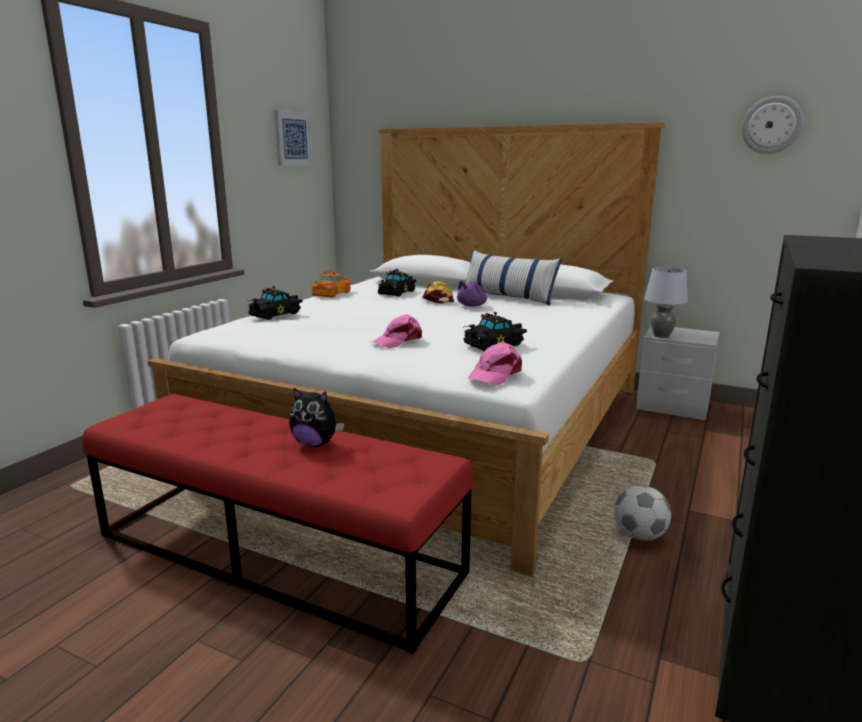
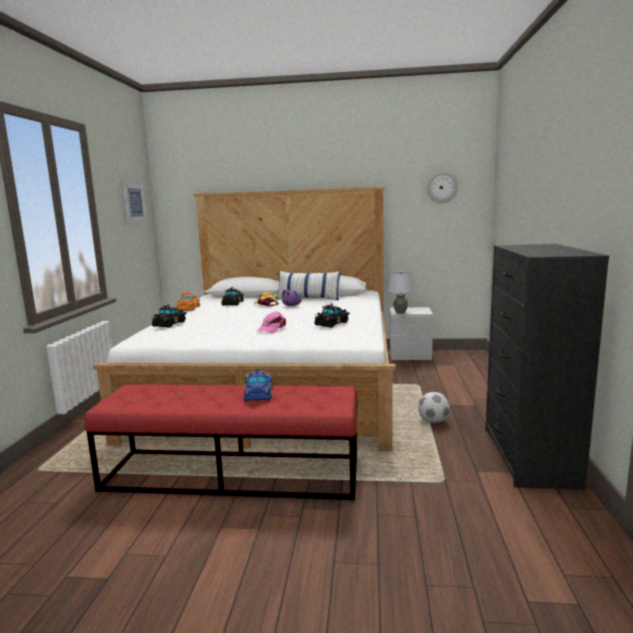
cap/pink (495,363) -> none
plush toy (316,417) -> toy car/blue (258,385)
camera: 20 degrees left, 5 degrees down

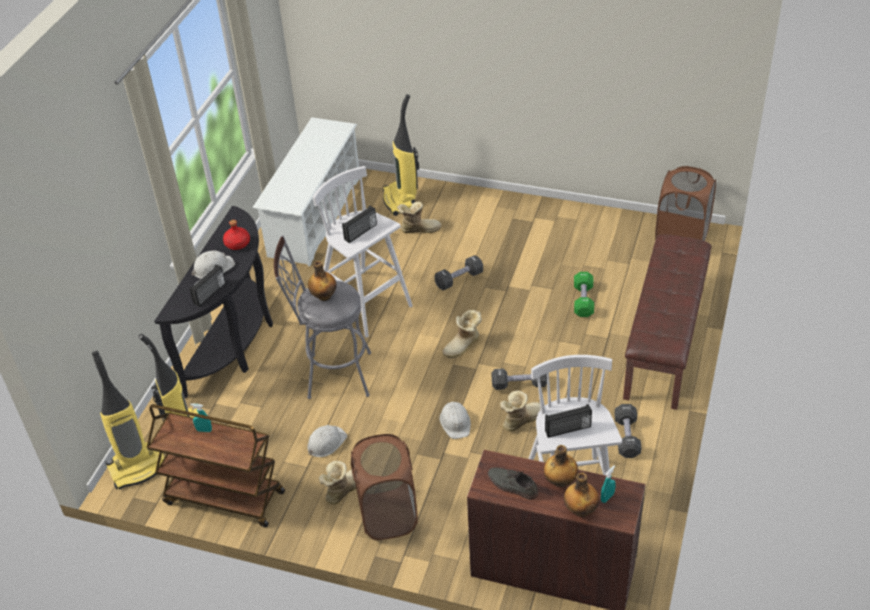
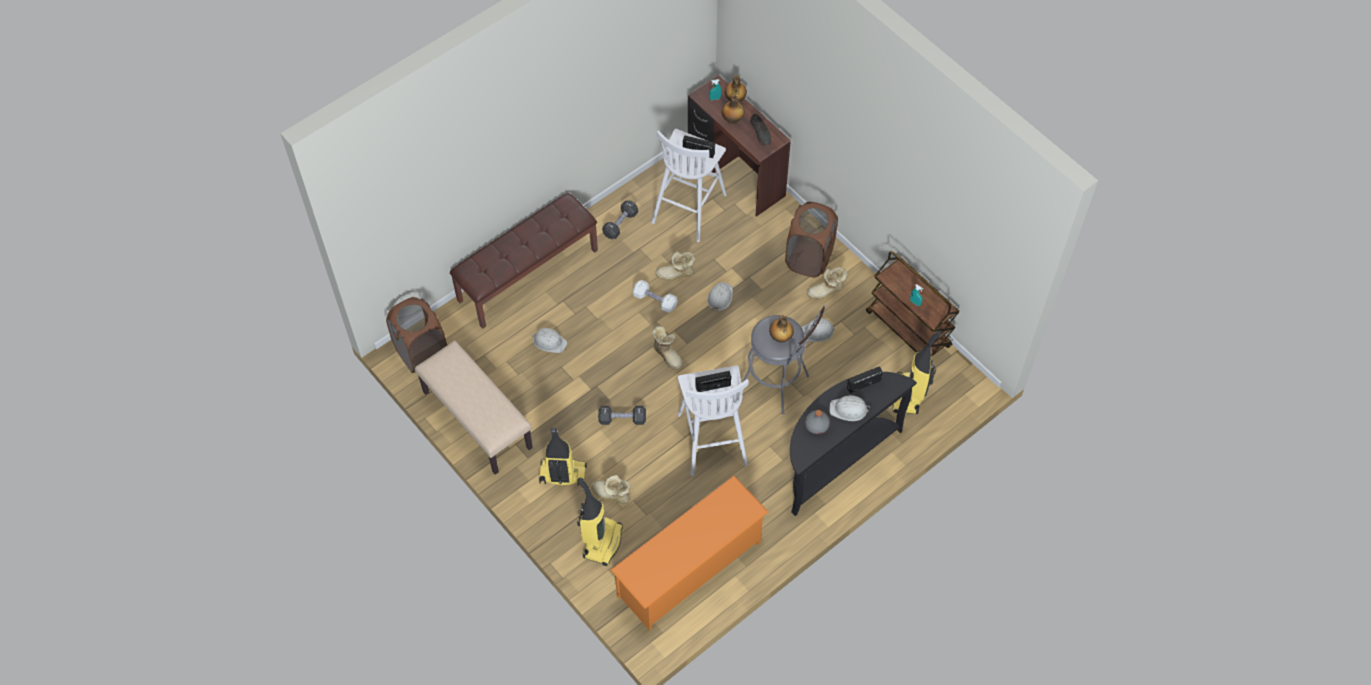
none -> bench/beige (474,407)
vacuum cleaner (128,420) -> vacuum cleaner (563,457), shifted
dumbbell/green (584,294) -> hard hat/white (550,340)
bottle/red (236,235) -> bottle/grey (817,422)
shoe rack/white (306,191) -> shoe rack/orange (690,553)
dumbbell/black (519,378) -> dumbbell/white (655,296)
boot (462,334) -> boot (667,347), 60 degrees clockwise
camera: 150 degrees left, 15 degrees up

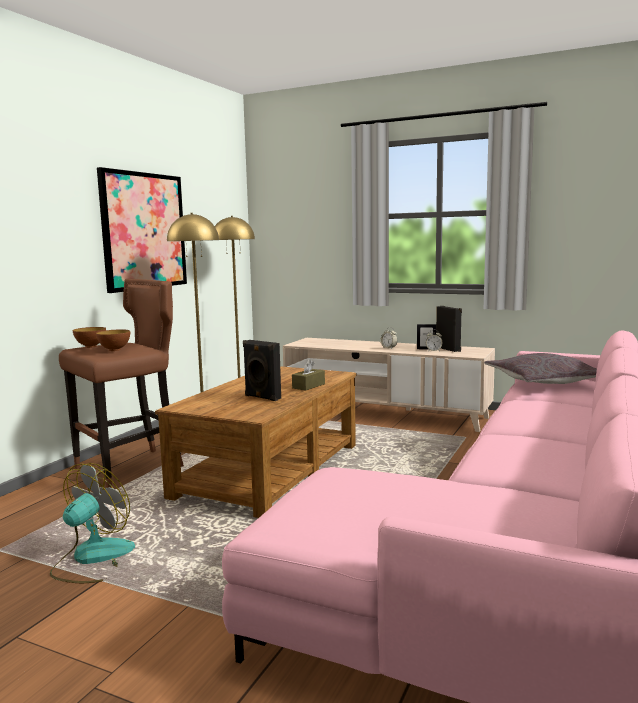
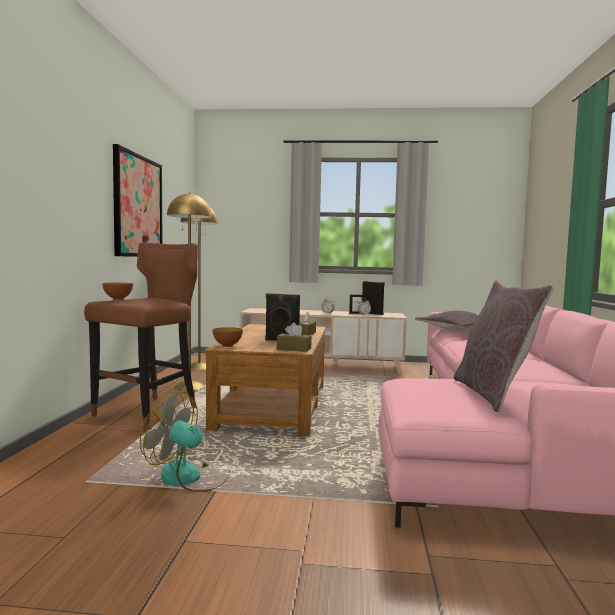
none -> tissue box/brown (294,337)
none -> pillow/grey (504,346)
bowl (113,340) -> bowl (228,337), shifted
fan (92,523) -> fan (185,442), 75 degrees counterclockwise
camera: 20 degrees left, 5 degrees down

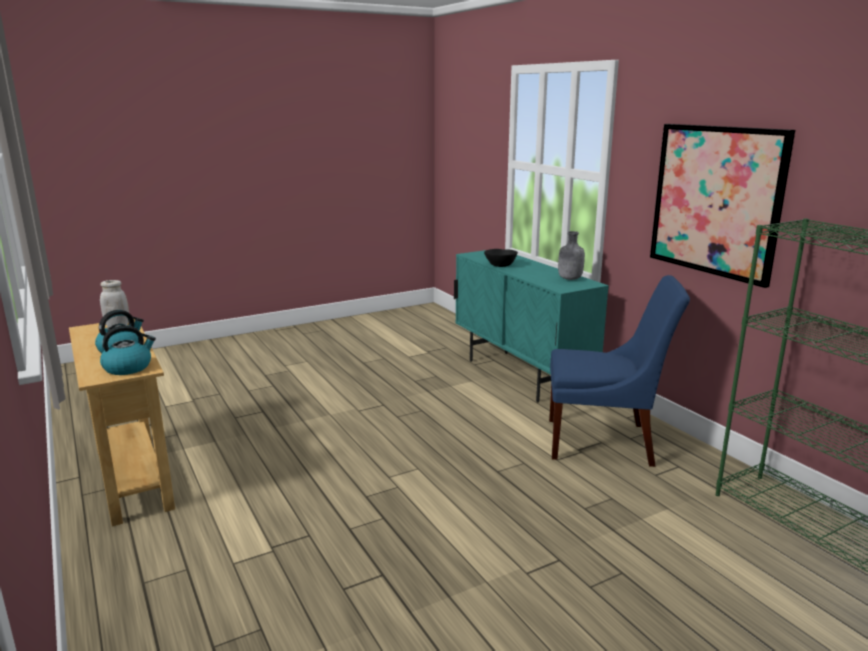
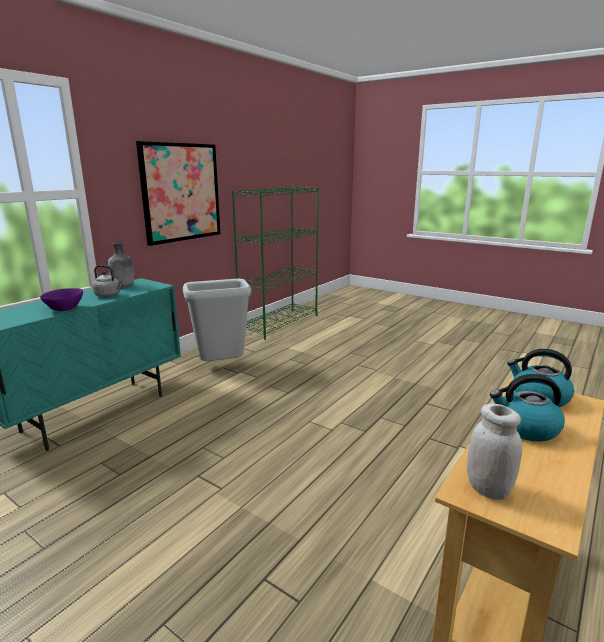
none -> kettle/grey (108,281)
chair/blue (619,371) -> trash can/grey (217,320)
bowl/black (501,258) -> bowl/purple (61,299)
camera: 115 degrees left, 0 degrees up

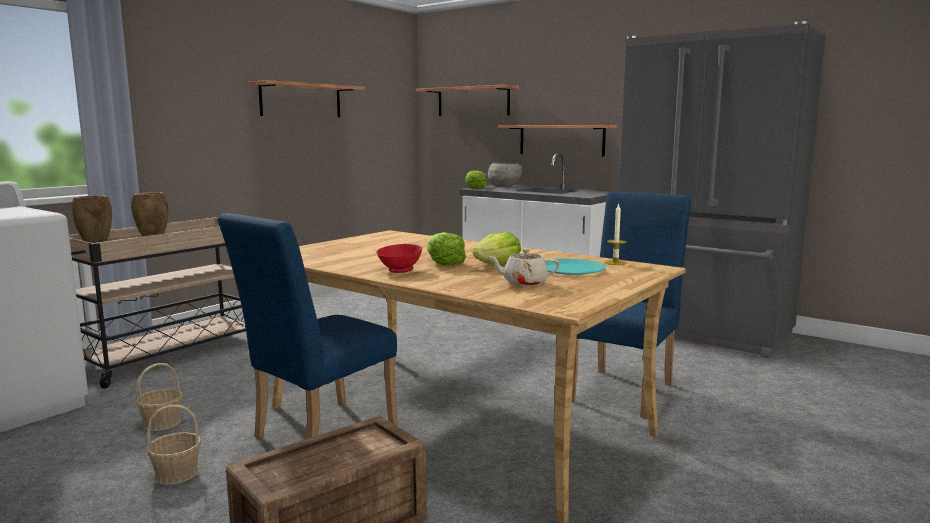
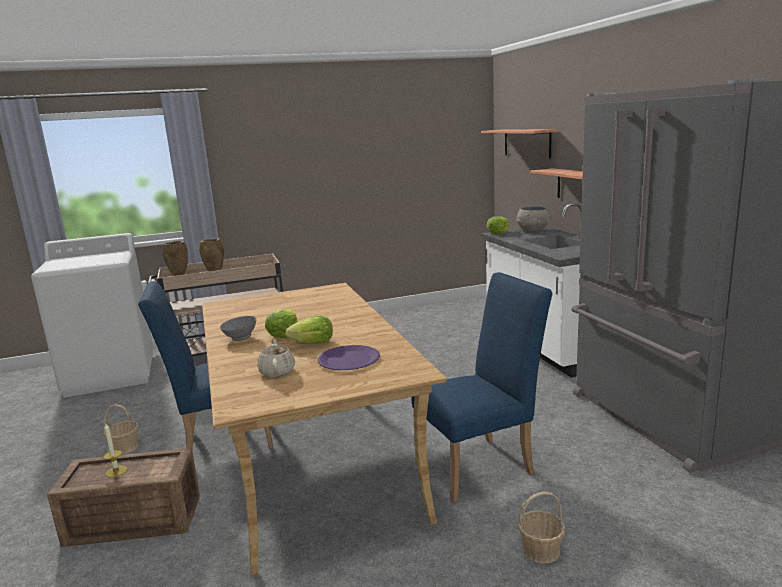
shelf (306,98) -> none
basket (159,397) -> basket (541,528), shifted
candle (616,234) -> candle (115,451), shifted
bowl/red (399,258) -> bowl/grey (238,328)
plate/turquoise (575,267) -> plate/purple (349,357)
teapot/beige (524,267) -> teapot/beige (276,358), 45 degrees clockwise
camera: 35 degrees right, 5 degrees up

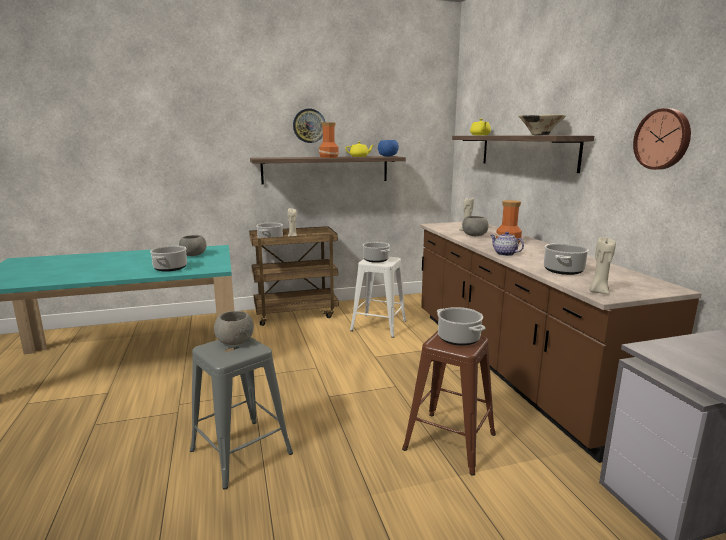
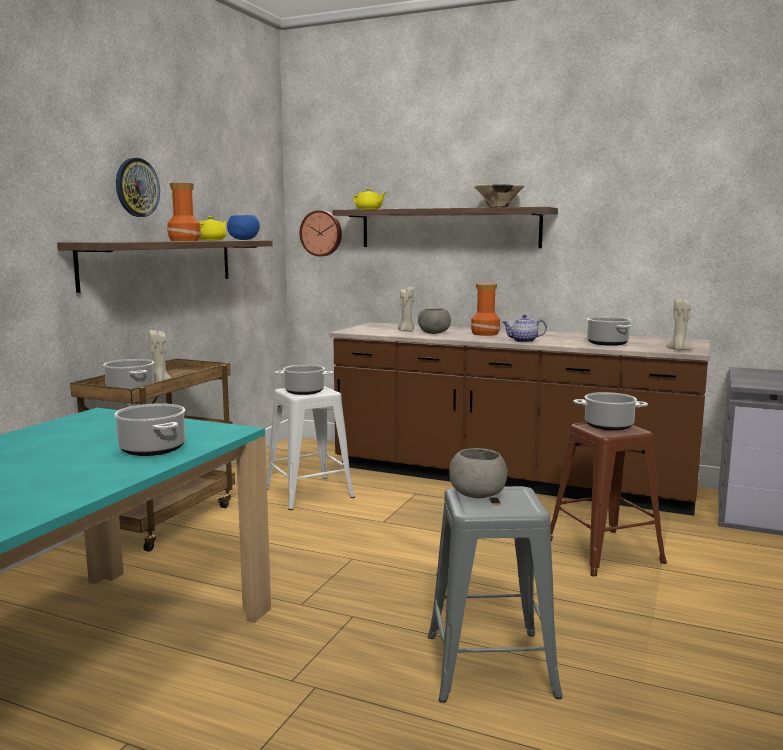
bowl/grey (193,245) -> none
wall clock (662,139) -> wall clock (320,233), shifted
camera: 50 degrees left, 5 degrees down

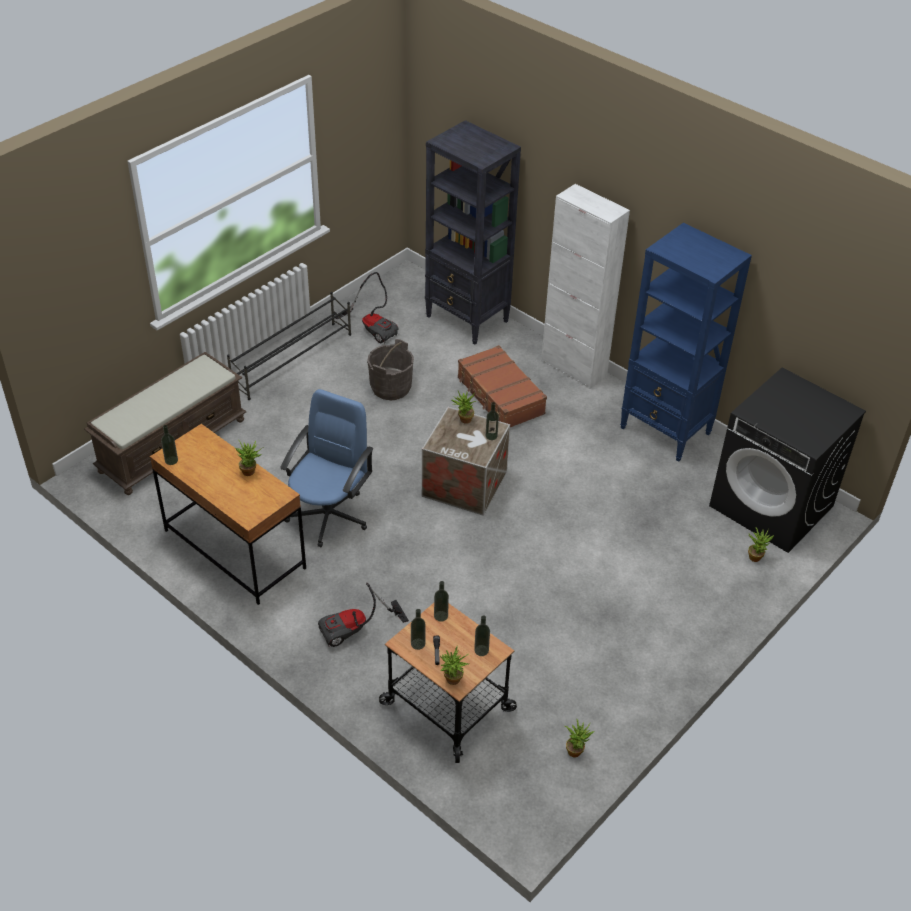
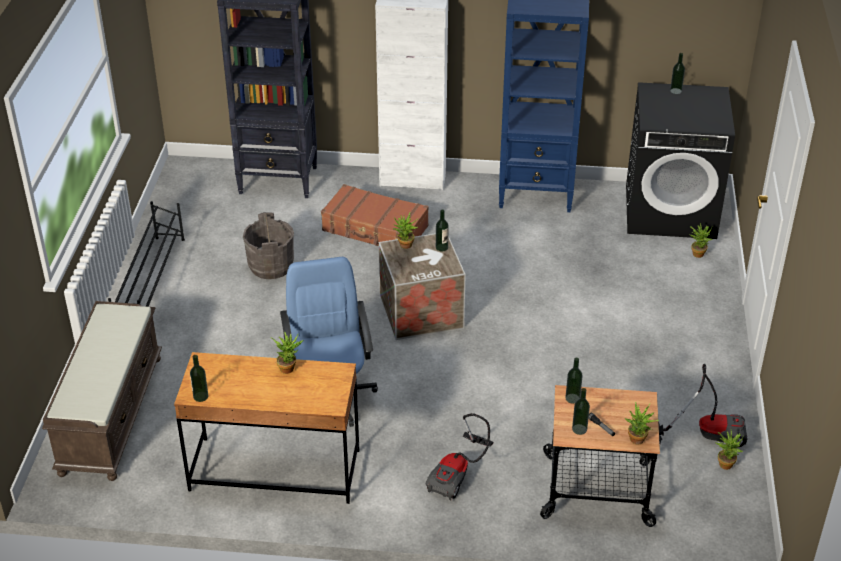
vacuum cleaner (366,308) -> vacuum cleaner (703,405), shifted
bottle (482,635) -> bottle (677,73), shifted
camera: 35 degrees left, 5 degrees down

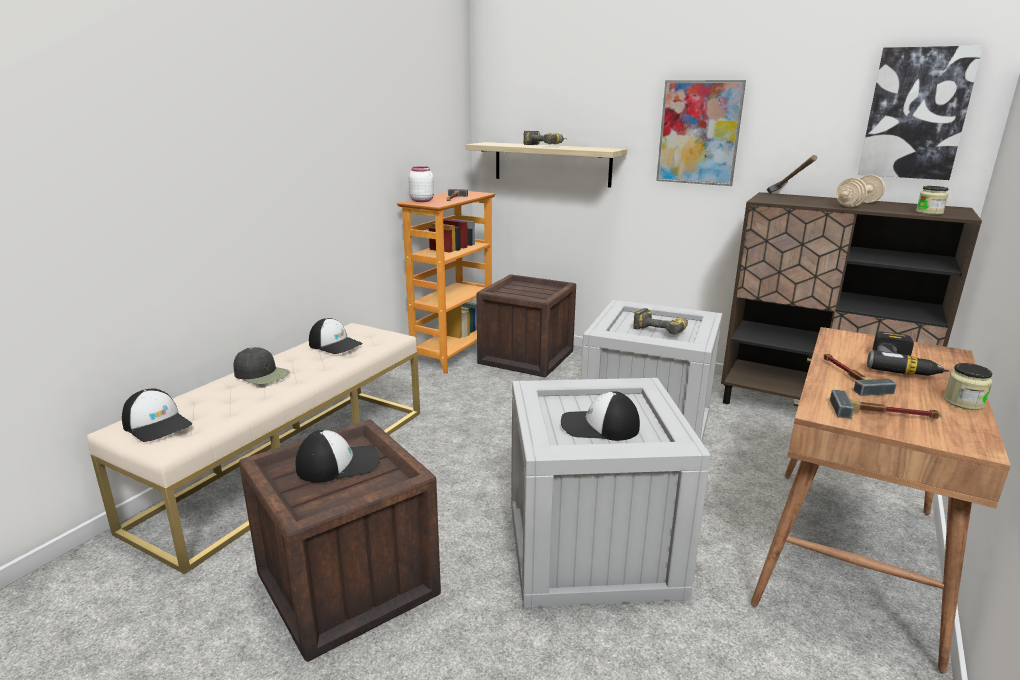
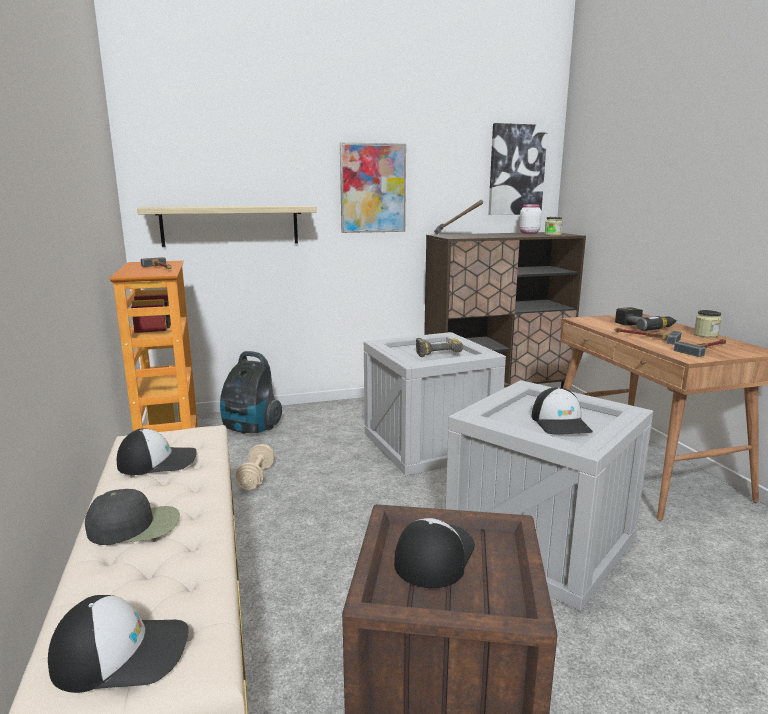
power drill (545,138) -> none
jar/white (421,184) -> jar/white (530,219), shifted
dumbbell/beige (860,191) -> dumbbell/beige (255,467), shifted
crate (526,325) -> vacuum cleaner (251,392)
cap (600,416) -> cap (562,411), 60 degrees counterclockwise
camera: 45 degrees left, 5 degrees down

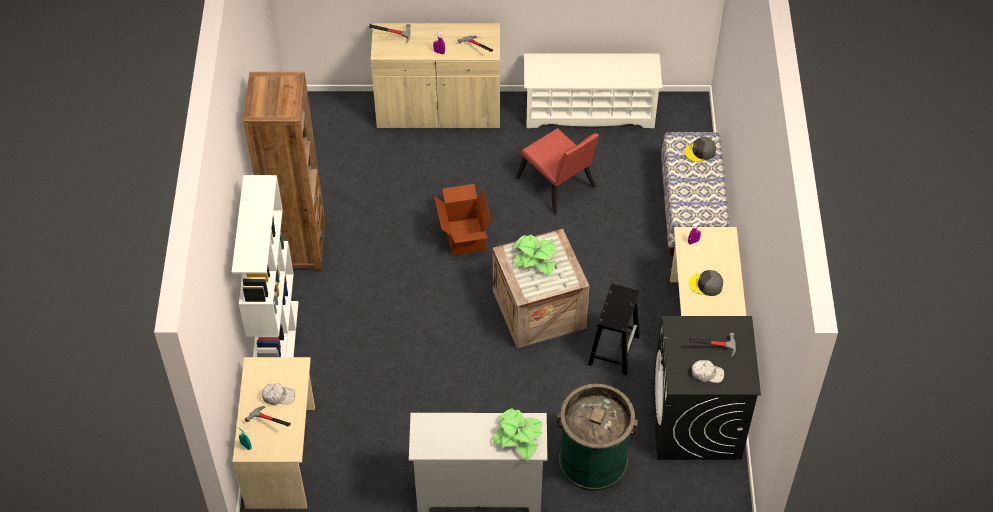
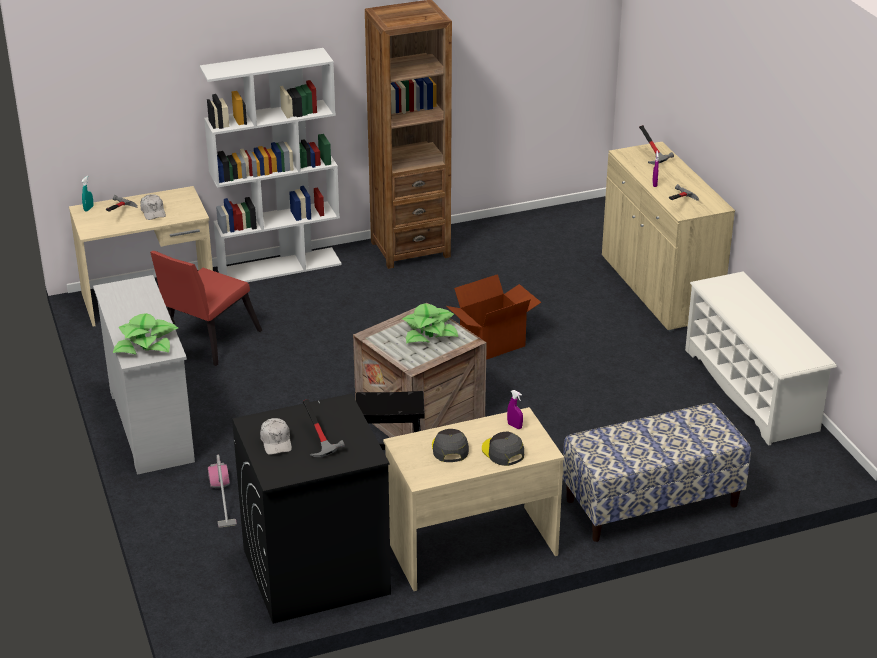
chair/red (557,171) -> chair/red (206,308), shifted
cap/grey (700,149) -> cap/grey (503,449), shifted
trash can/green (597,437) -> vacuum cleaner (222,491)
camera: 70 degrees right, 20 degrees down

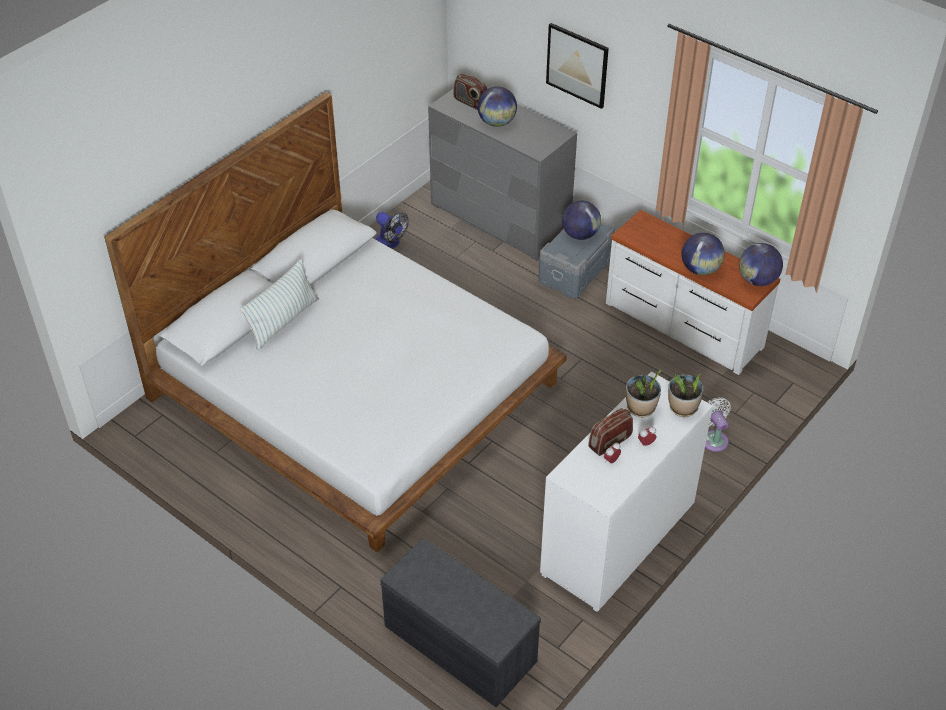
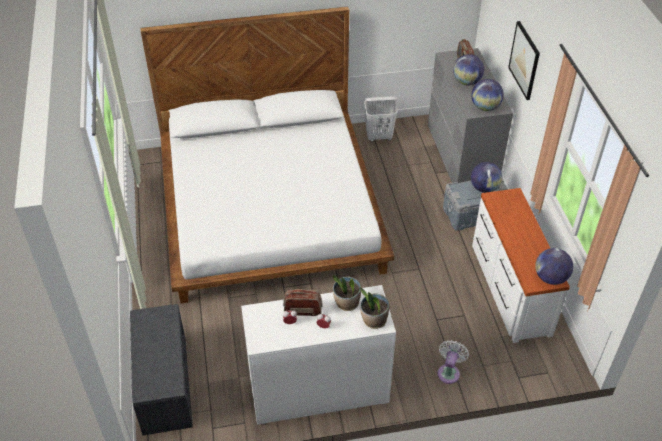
pillow (279,304) -> none
globe (703,254) -> globe (487,95), shifted
fan (392,230) -> laundry basket/white (381,118)
camera: 40 degrees right, 0 degrees up

